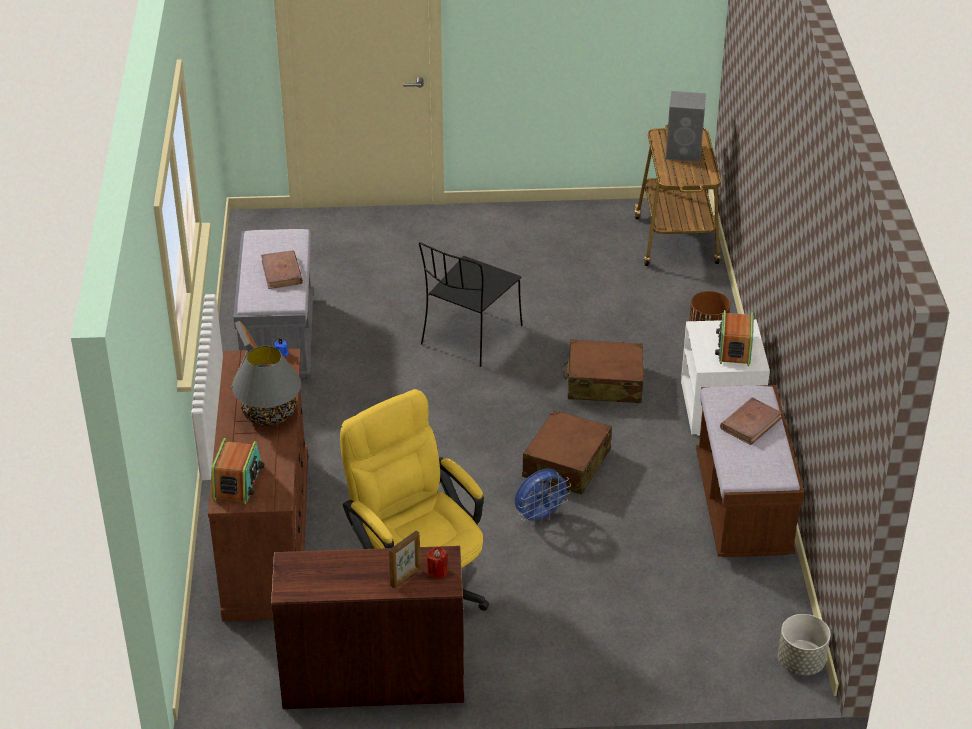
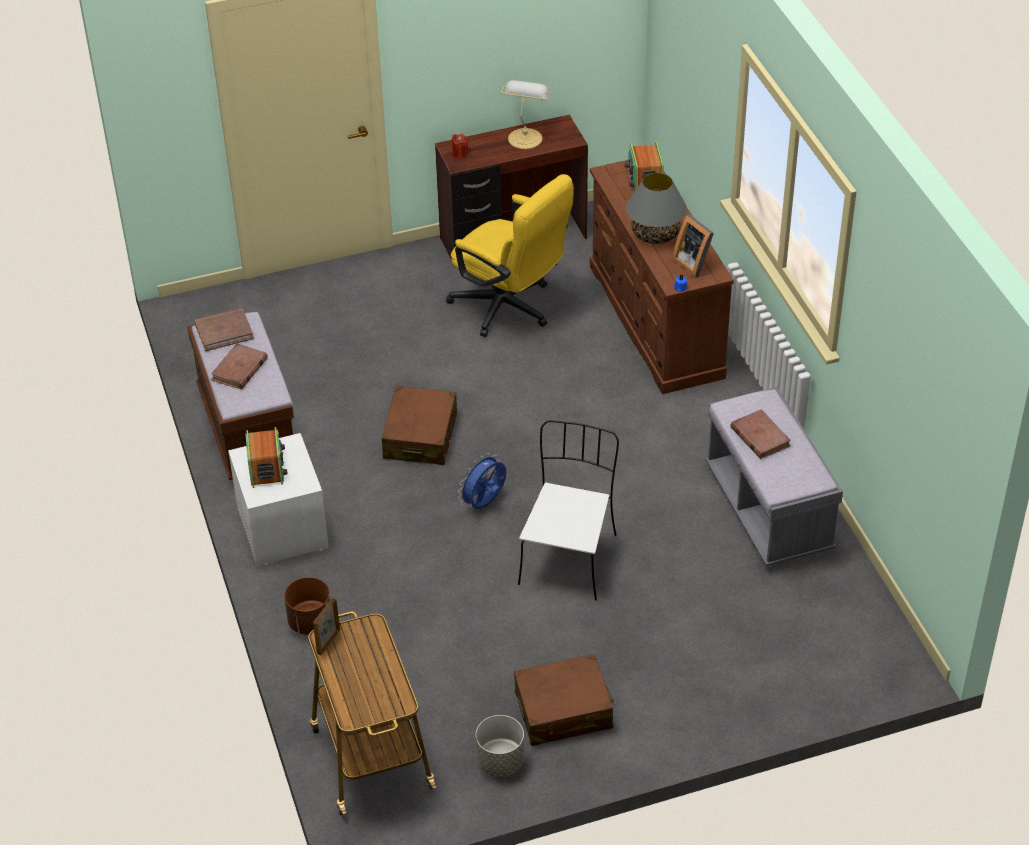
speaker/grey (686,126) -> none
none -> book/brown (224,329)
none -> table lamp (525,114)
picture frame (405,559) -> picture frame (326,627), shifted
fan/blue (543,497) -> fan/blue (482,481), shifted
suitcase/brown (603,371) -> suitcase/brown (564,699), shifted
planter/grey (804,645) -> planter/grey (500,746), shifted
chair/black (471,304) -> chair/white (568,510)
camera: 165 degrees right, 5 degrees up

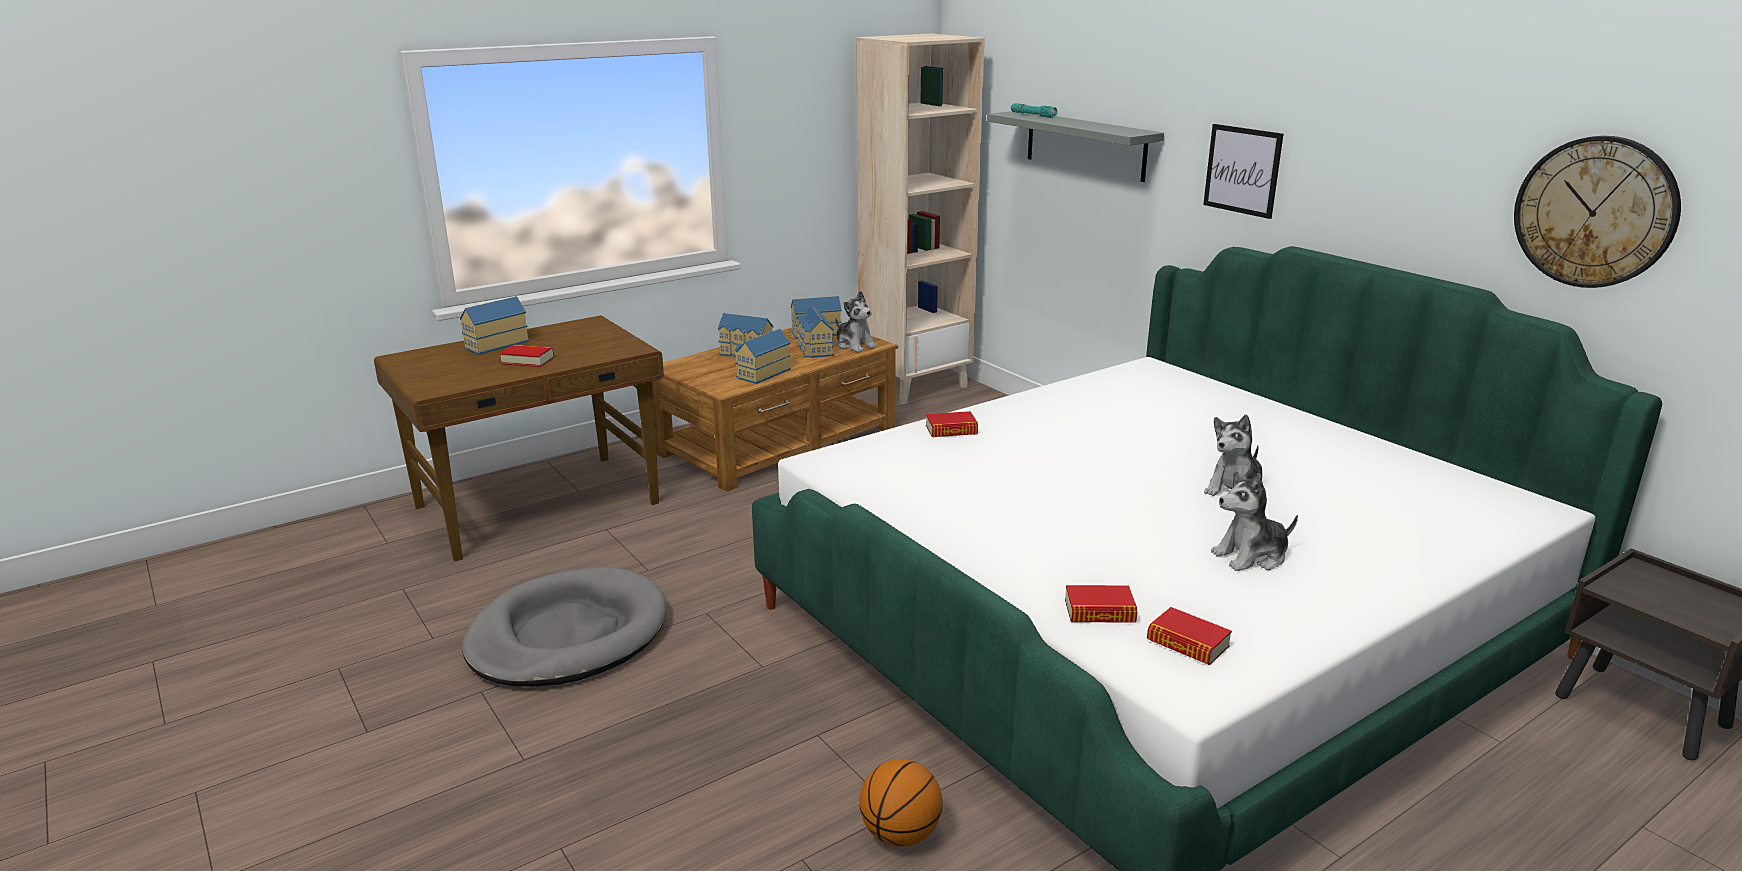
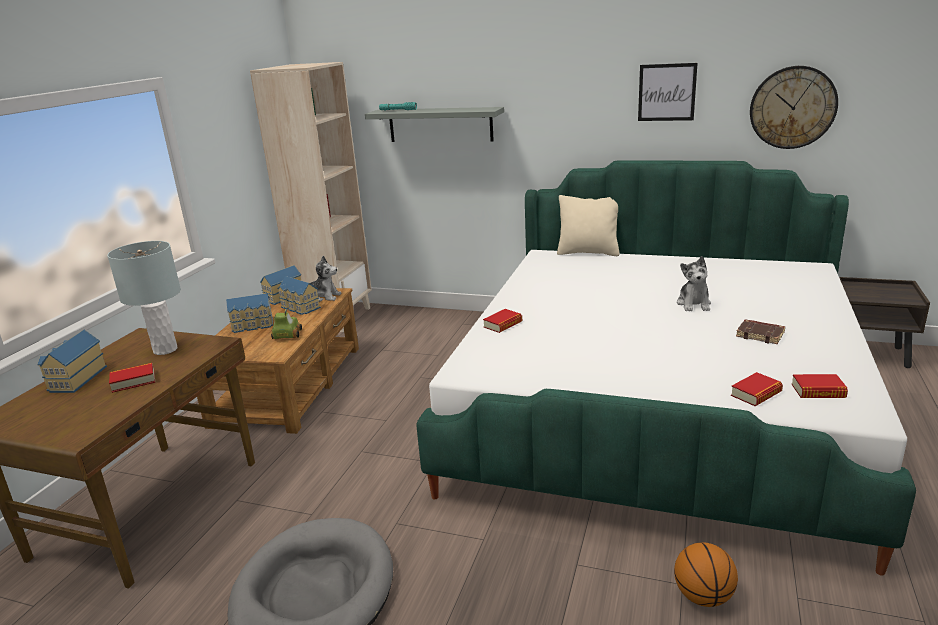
none -> table lamp/grey (144,298)
none -> pillow/beige (588,225)
picture (1243,171) -> picture (668,92), shifted
toy house (762,356) -> toy car (286,324)
plush toy (1254,521) -> book/brown (760,331)
camera: 35 degrees left, 0 degrees up

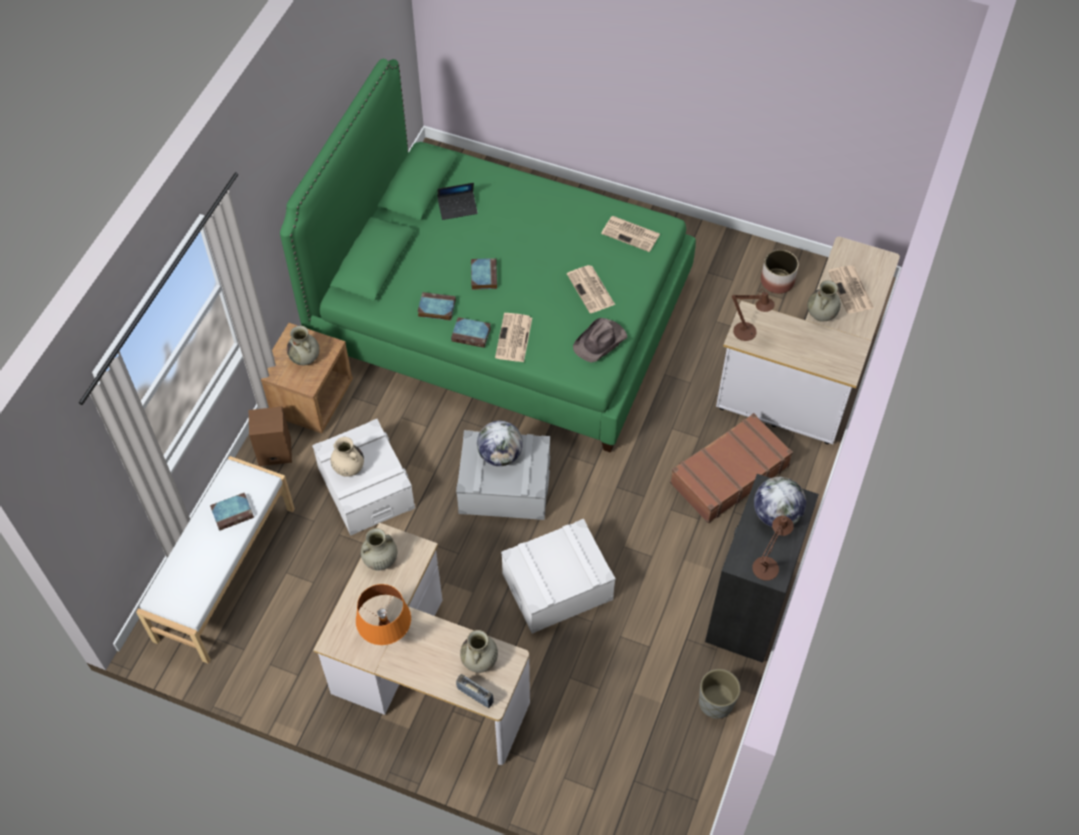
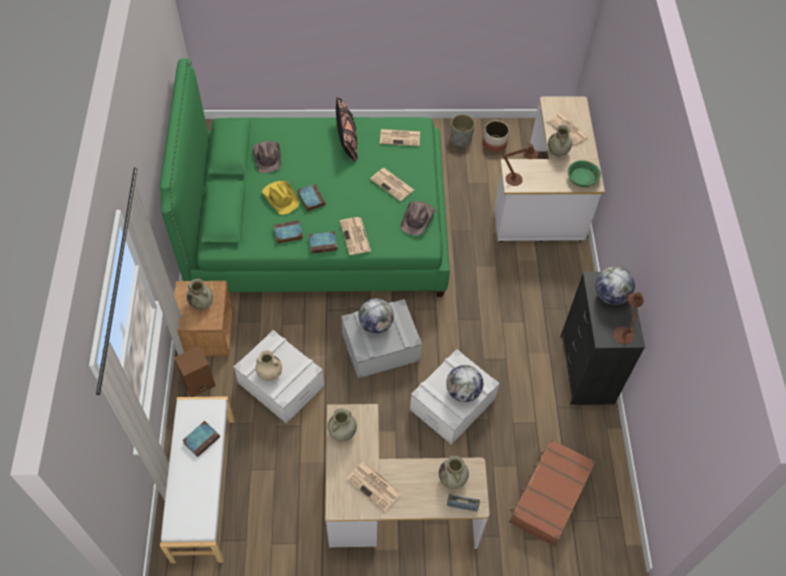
none -> hat/yellow (281,198)
none -> pillow/black (347,129)
none -> globe (464,383)
none -> bowl/green (584,173)
suitcase/brown (731,468) -> suitcase/brown (552,493), shifted
planter/grey (719,694) -> planter/grey (463,130), shifted
table lamp/orange (383,614) -> newspaper (374,486)
laptop (457,201) -> hat/brown (267,157)
camera: 25 degrees left, 0 degrees up

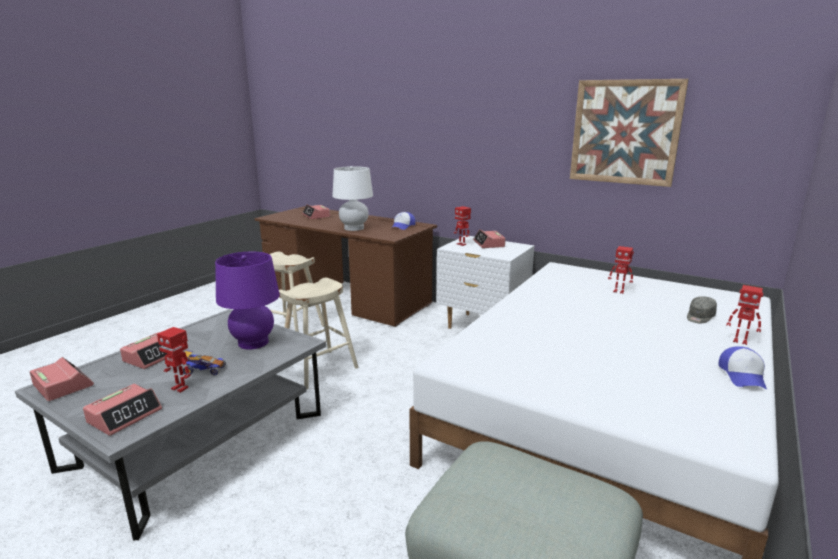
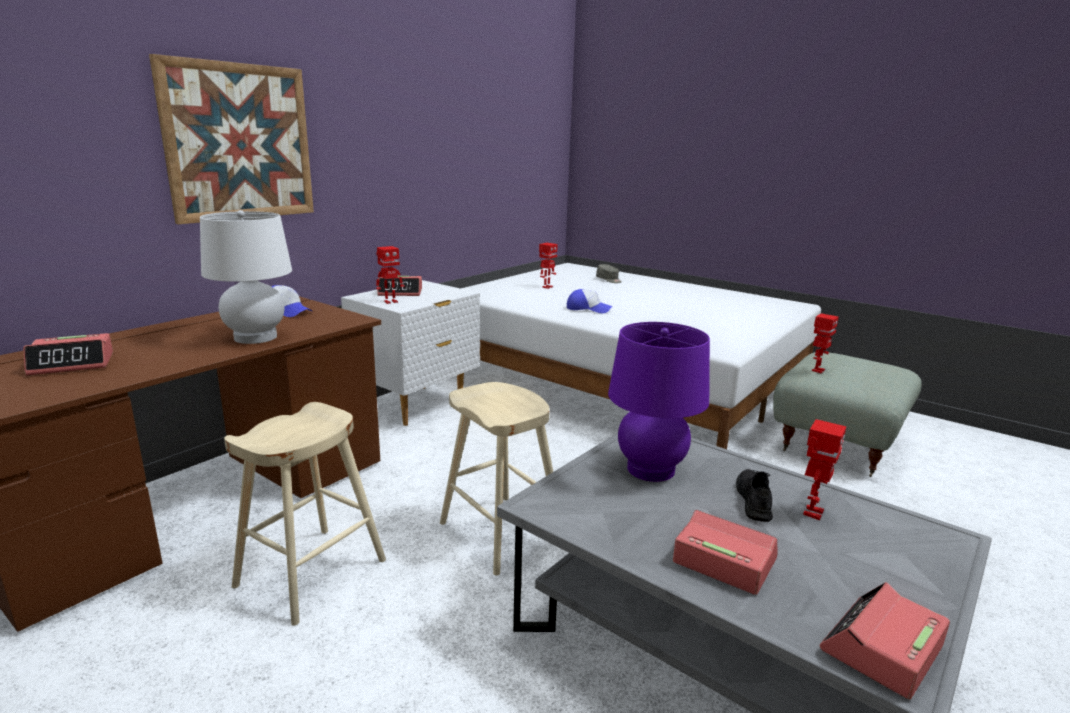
alarm clock (122,410) -> none
picture (629,133) -> picture (231,139), shifted
cap (743,367) -> cap (589,301), shifted
toy robot (744,315) -> toy robot (825,343), shifted
toy car (204,363) -> shoe/black (754,495)
camera: 85 degrees left, 0 degrees up

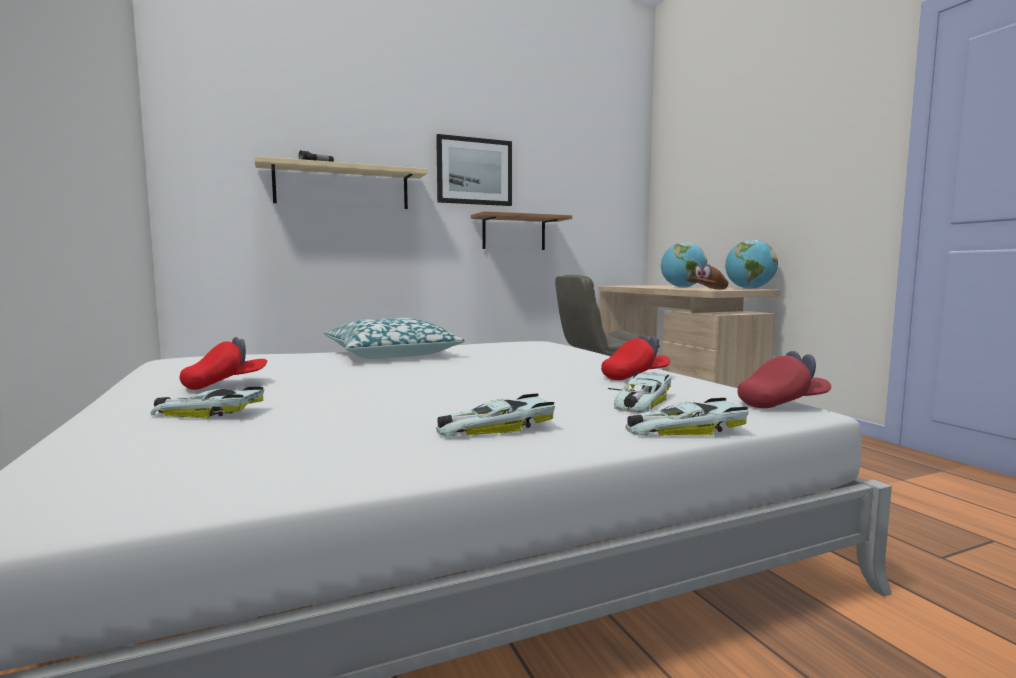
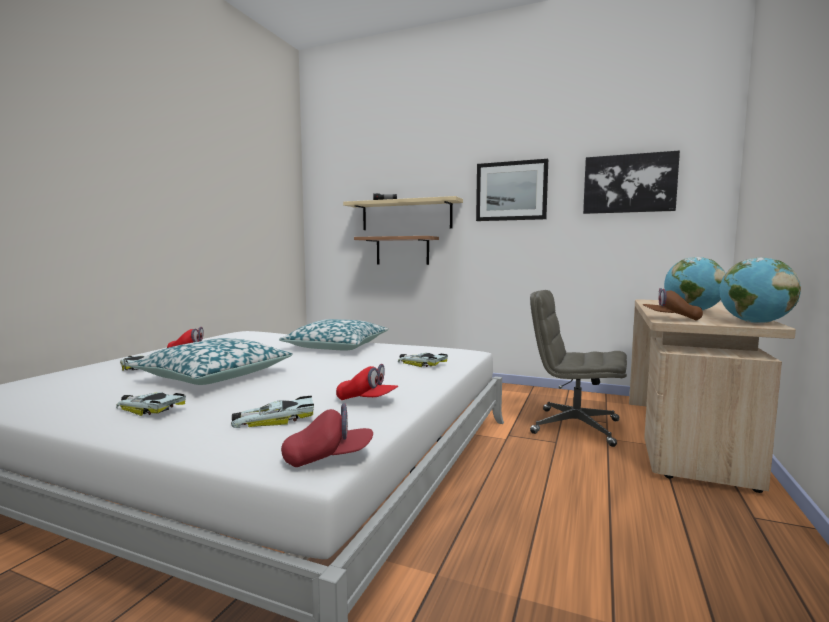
none -> pillow (210,361)
none -> picture (631,182)
shelf (521,230) -> shelf (396,250), shifted
toy car (687,417) -> toy car (423,360), shifted
cap/red (784,379) -> cap/red (327,435), 45 degrees counterclockwise
camera: 45 degrees right, 0 degrees up

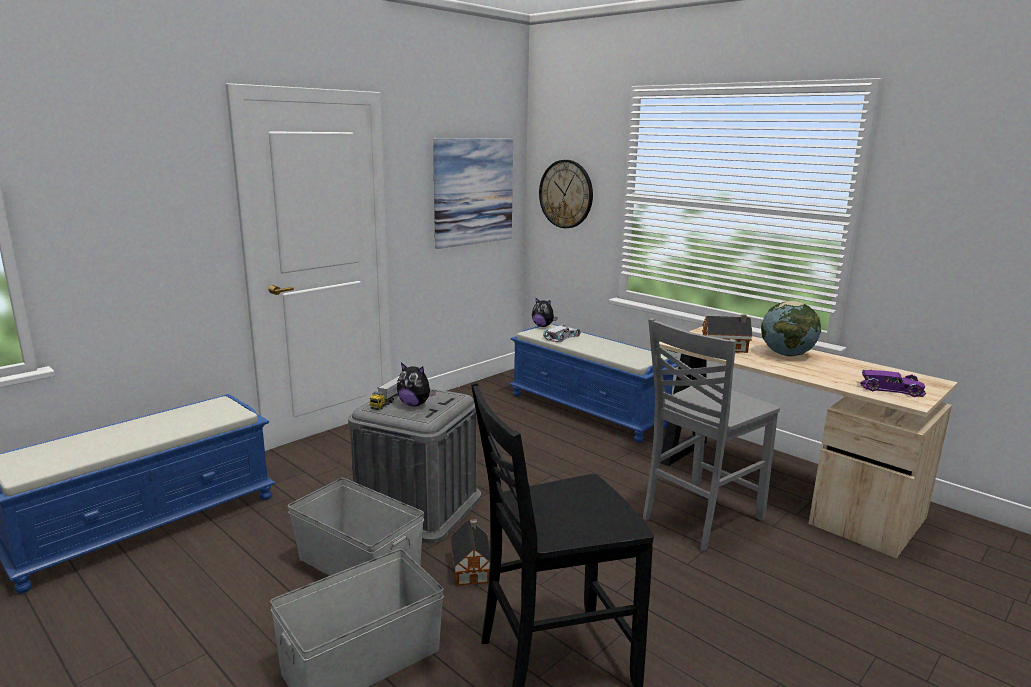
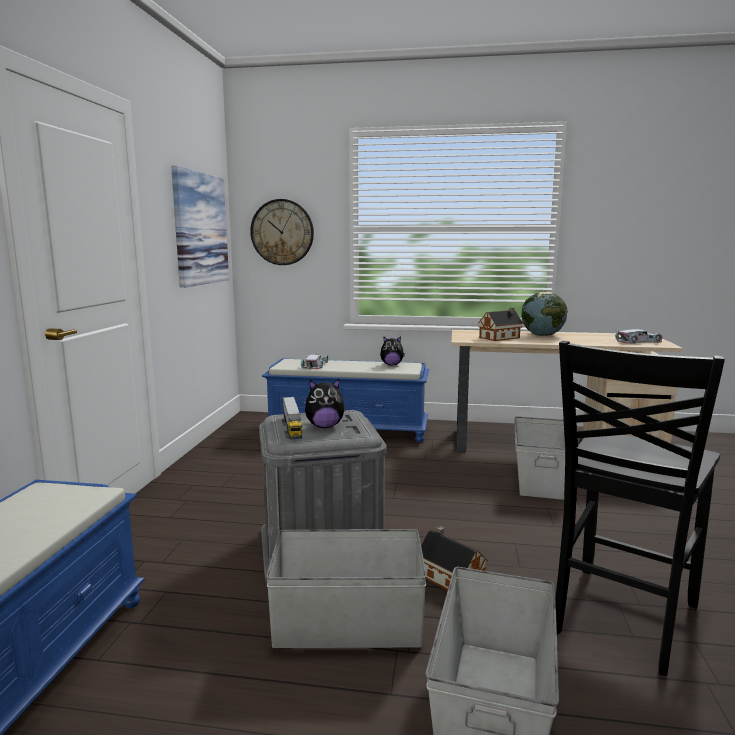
plush toy (545,312) -> plush toy (392,350), shifted
chair/grey (711,434) -> storage box/grey (539,458)
toy car/purple (893,383) -> toy car/white (639,336)
camera: 35 degrees left, 5 degrees down

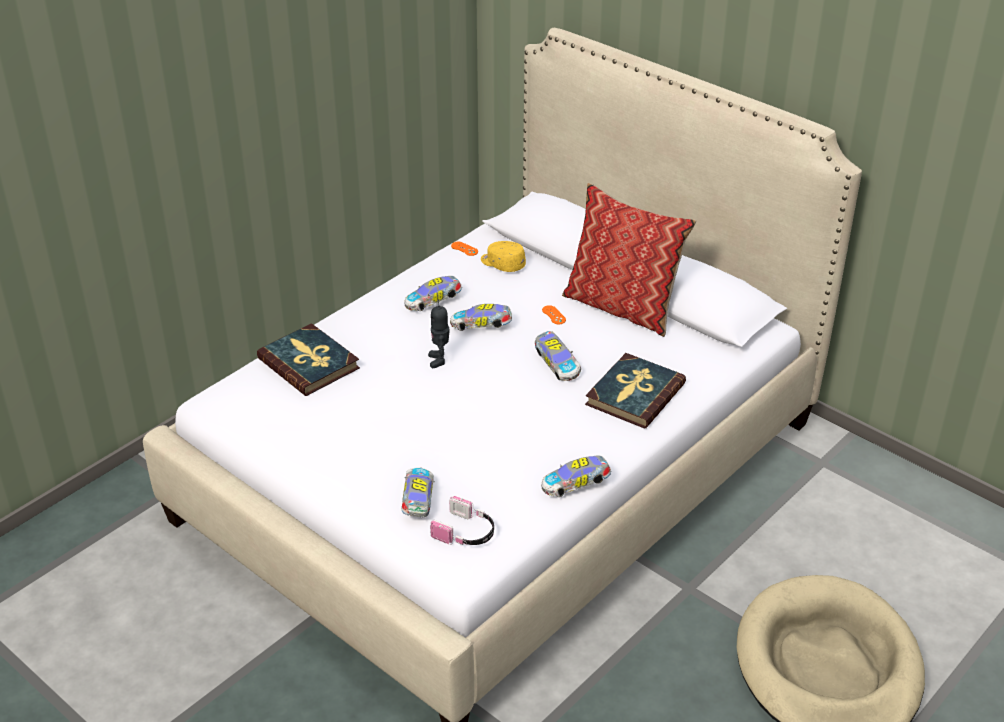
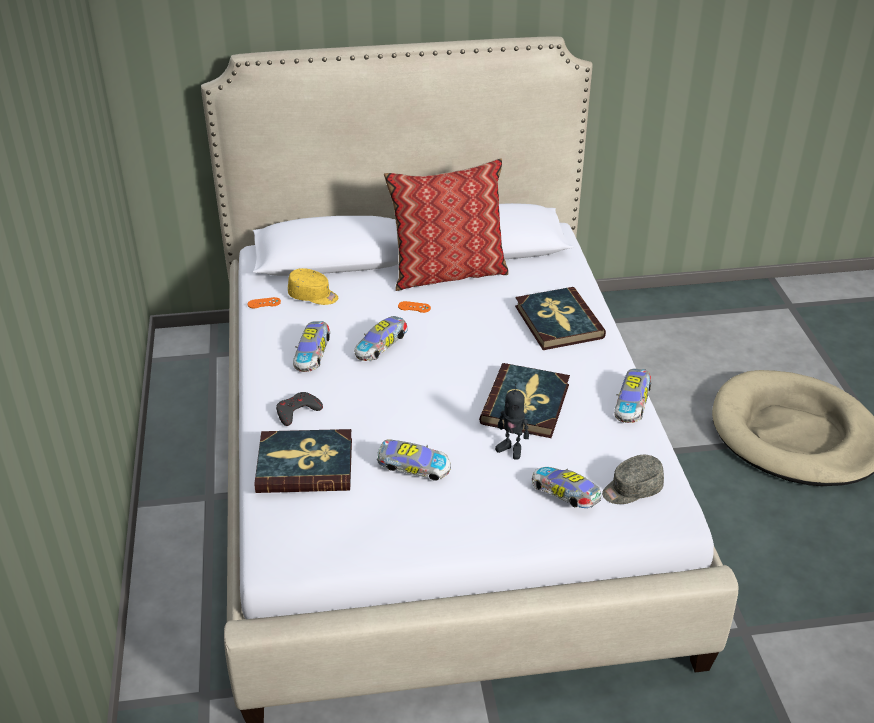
none -> game controller/grey (299,409)
none -> book (524,400)
toy robot (438,333) -> toy robot (512,421), shifted
toy car (558,356) -> toy car (414,460), shifted
headphones (462,520) -> cap/grey (633,479)
cap/yellow (503,256) -> cap/yellow (313,286), 150 degrees counterclockwise
camera: 50 degrees left, 0 degrees up

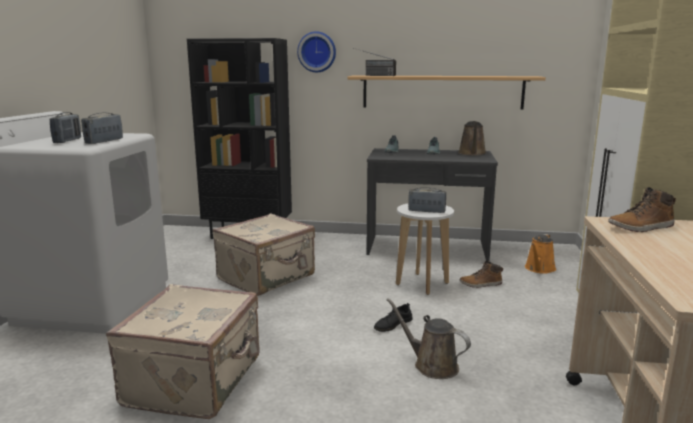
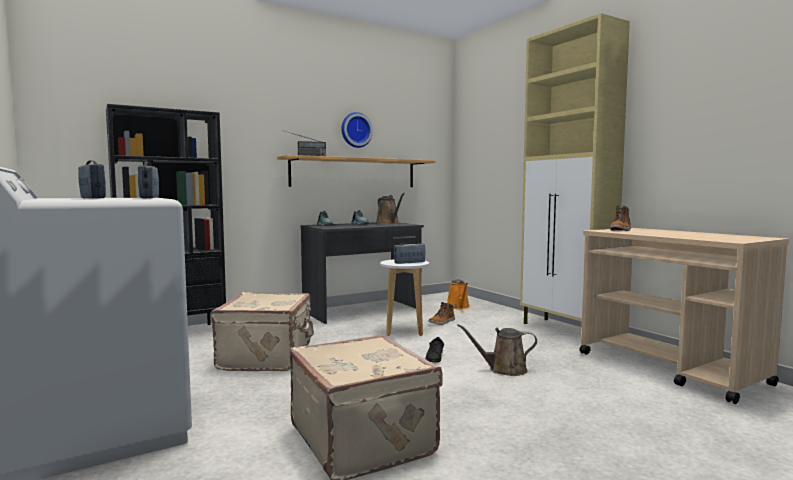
wall clock (316,51) -> wall clock (357,130), shifted
camera: 40 degrees left, 10 degrees down

